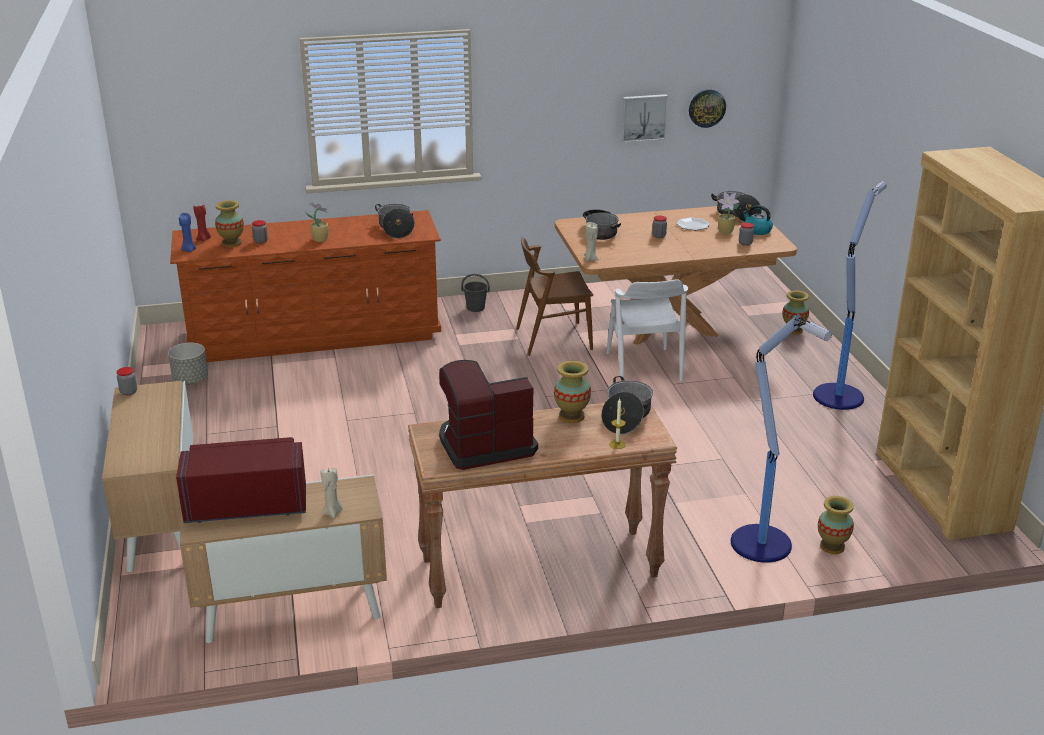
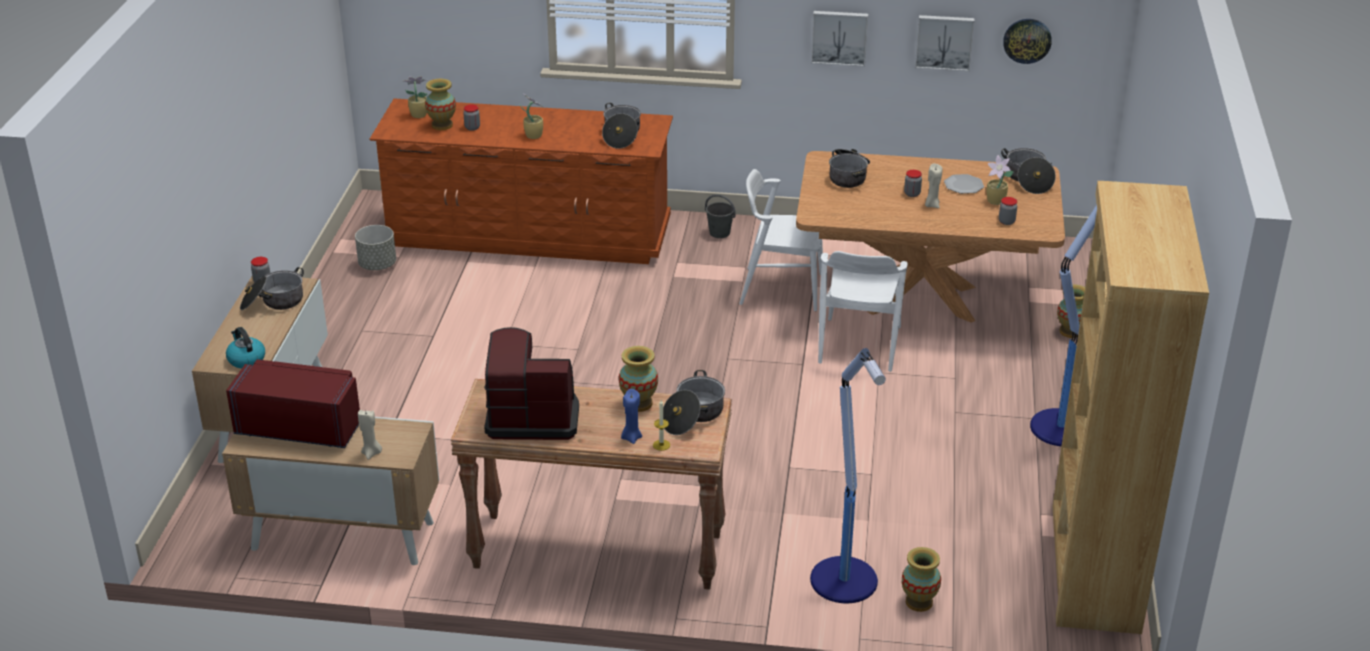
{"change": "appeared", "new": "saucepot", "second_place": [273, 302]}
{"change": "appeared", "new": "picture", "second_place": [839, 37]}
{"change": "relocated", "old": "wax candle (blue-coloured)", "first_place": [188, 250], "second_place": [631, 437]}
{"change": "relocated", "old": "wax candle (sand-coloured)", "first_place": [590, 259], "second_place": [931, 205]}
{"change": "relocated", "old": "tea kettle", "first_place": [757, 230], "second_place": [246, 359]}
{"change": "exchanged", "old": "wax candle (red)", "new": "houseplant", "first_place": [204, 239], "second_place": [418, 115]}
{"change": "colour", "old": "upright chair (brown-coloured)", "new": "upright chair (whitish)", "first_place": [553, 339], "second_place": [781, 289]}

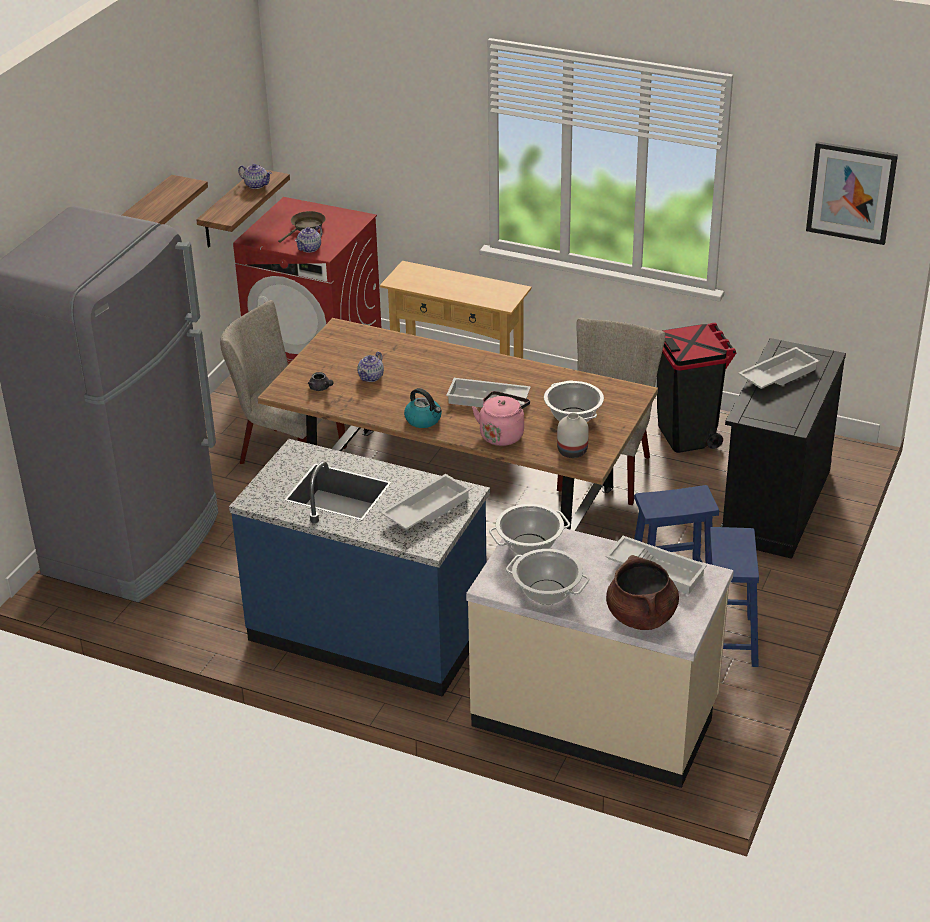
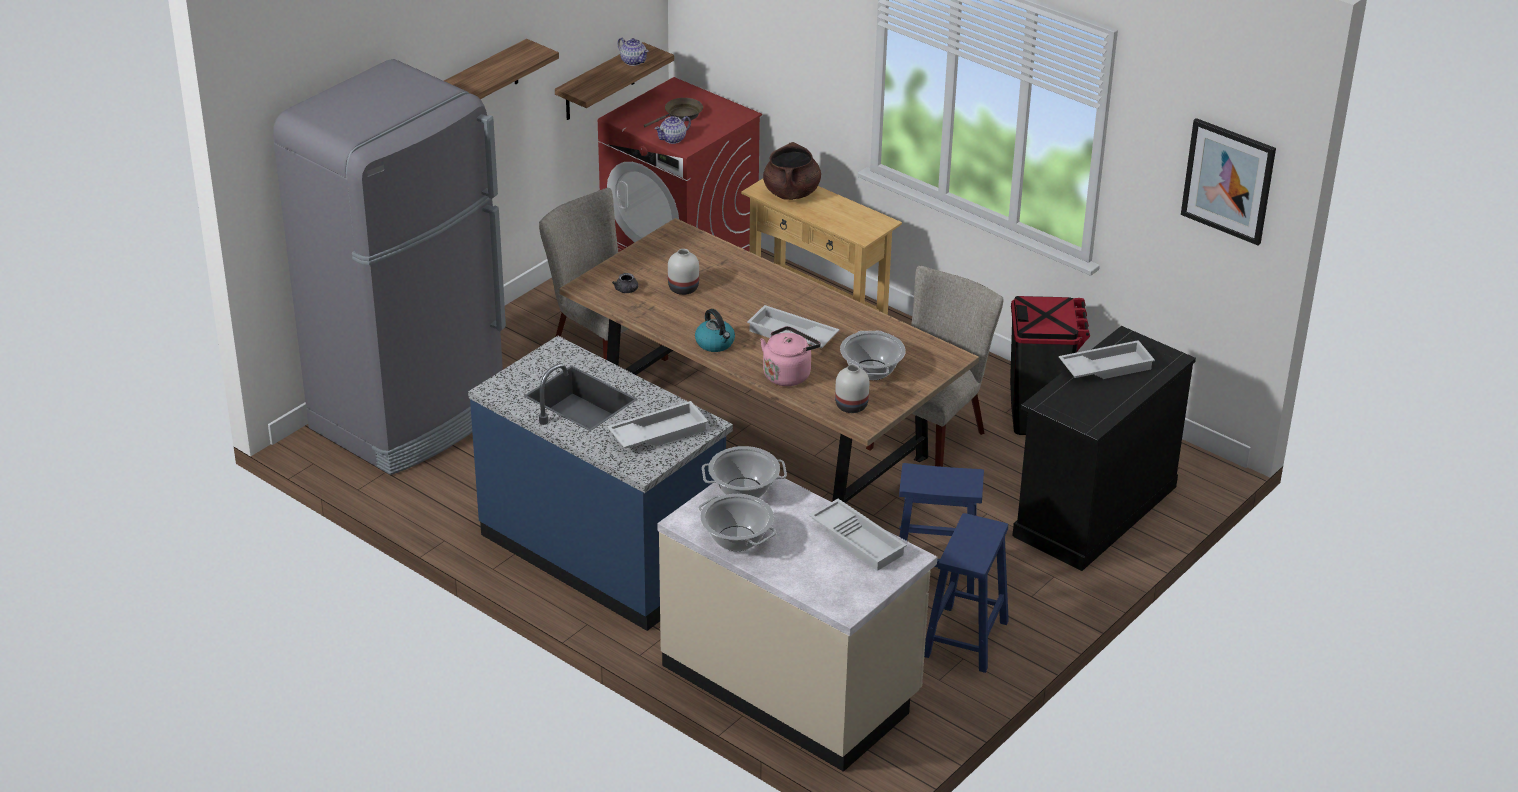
{"change": "relocated", "old": "saucepot (brown-coloured)", "first_place": [641, 616], "second_place": [791, 193]}
{"change": "exchanged", "old": "teapot", "new": "vase (whitish)", "first_place": [371, 377], "second_place": [684, 288]}

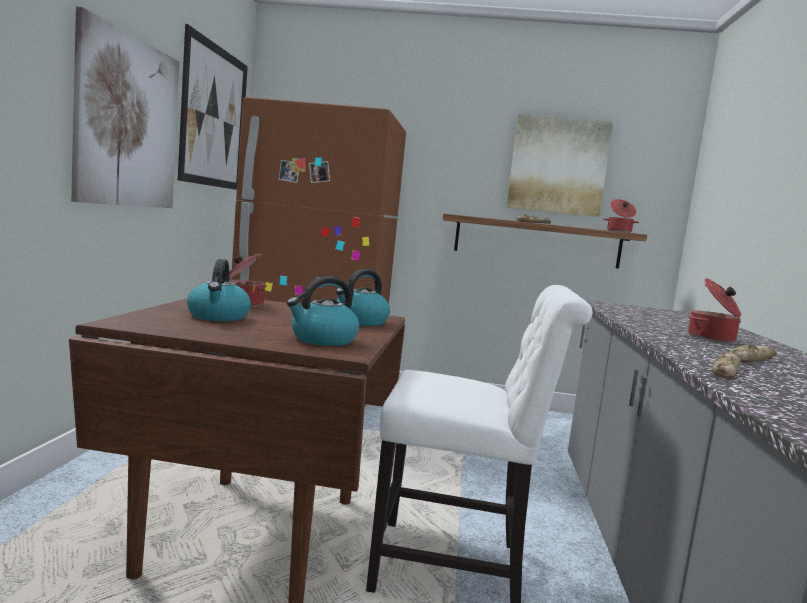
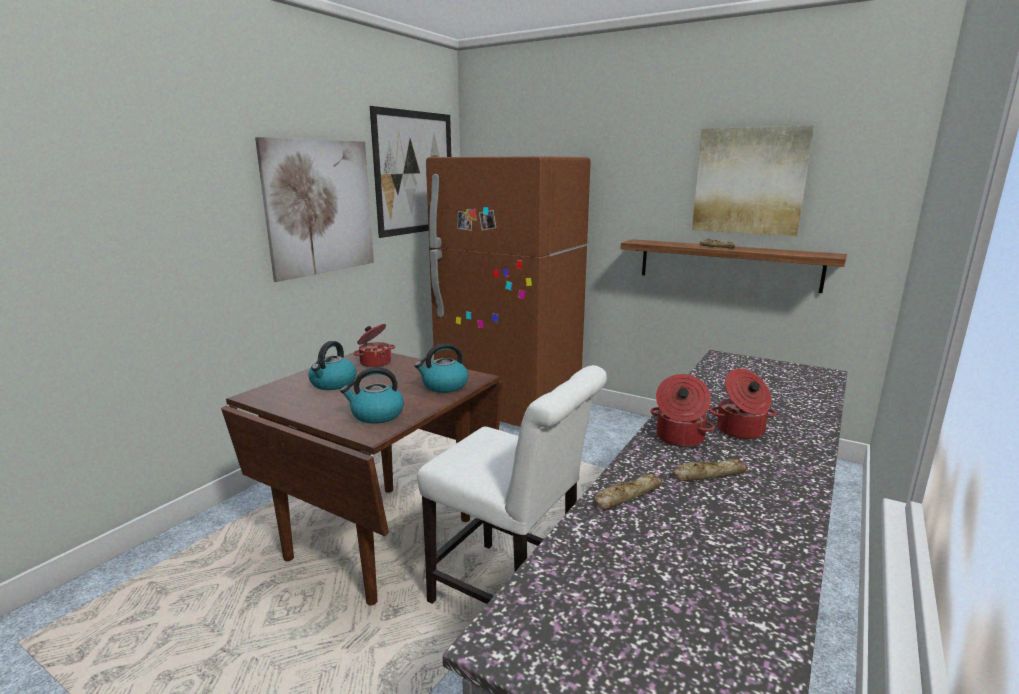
{"change": "relocated", "old": "saucepot", "first_place": [619, 231], "second_place": [679, 438]}

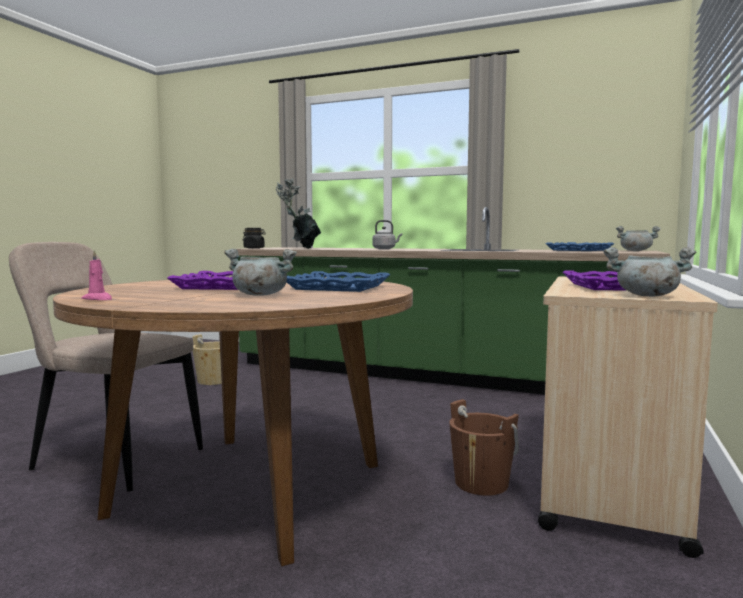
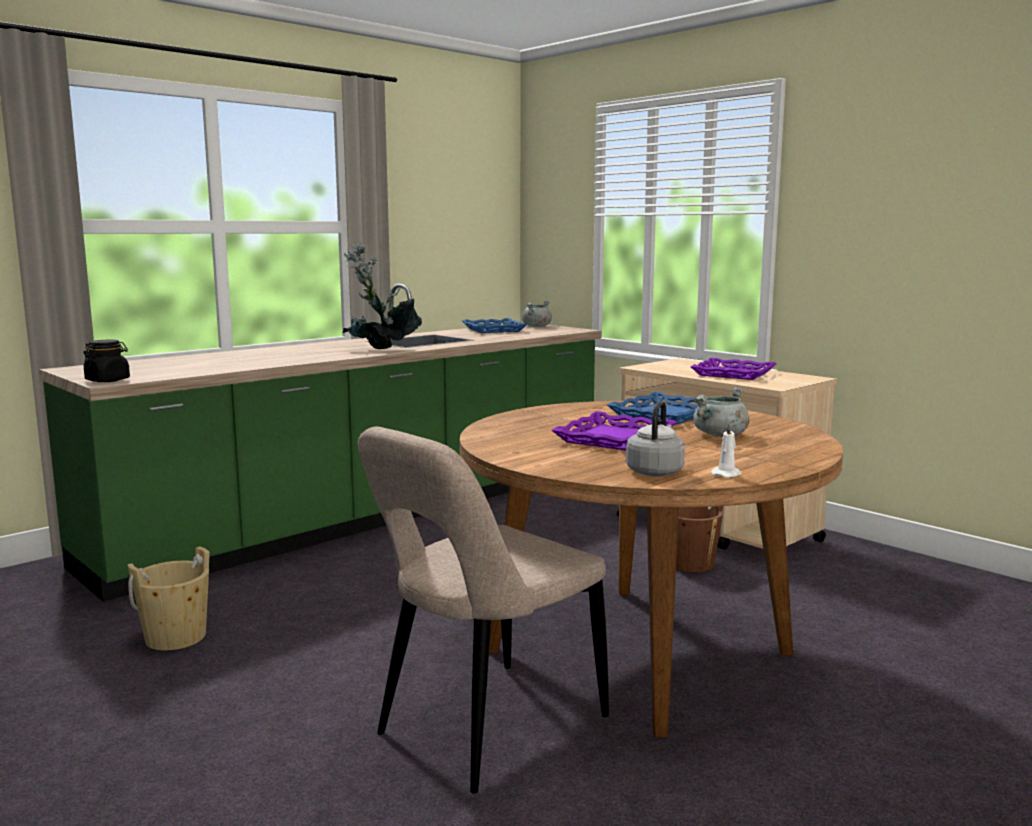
{"change": "missing", "old": "saucepot (greyish)", "first_place": [646, 296]}
{"change": "relocated", "old": "houseplant", "first_place": [300, 248], "second_place": [380, 350]}
{"change": "relocated", "old": "tea kettle (greyish)", "first_place": [385, 249], "second_place": [655, 471]}
{"change": "colour", "old": "wax candle (pinkish)", "new": "wax candle (whitish)", "first_place": [98, 299], "second_place": [727, 474]}

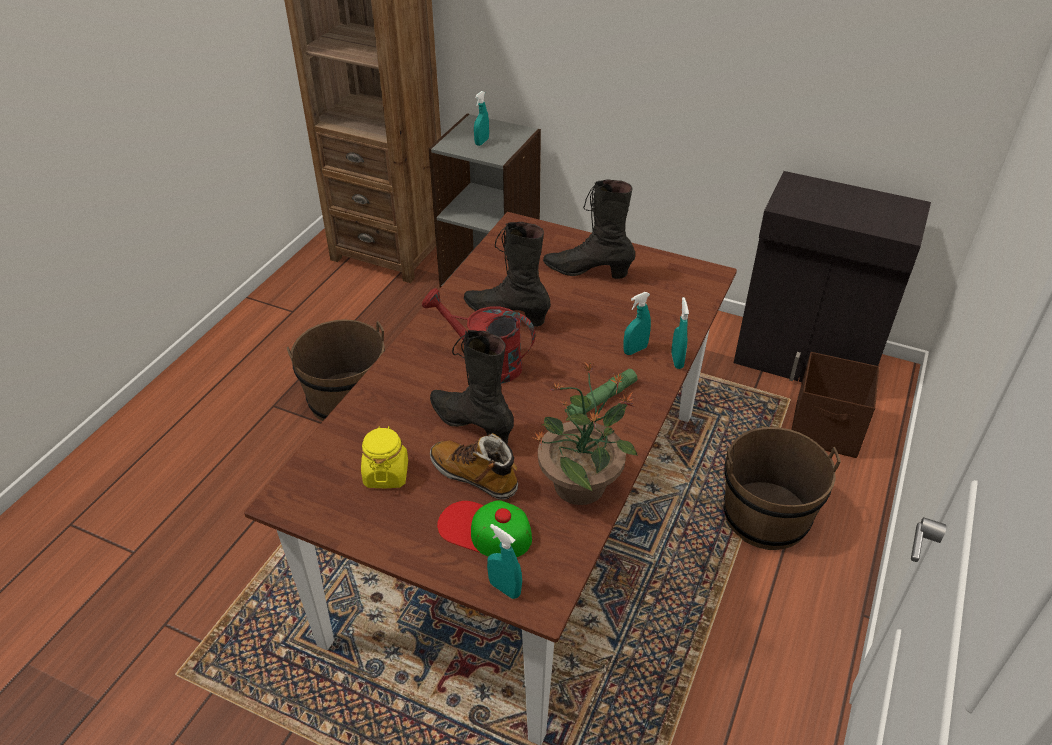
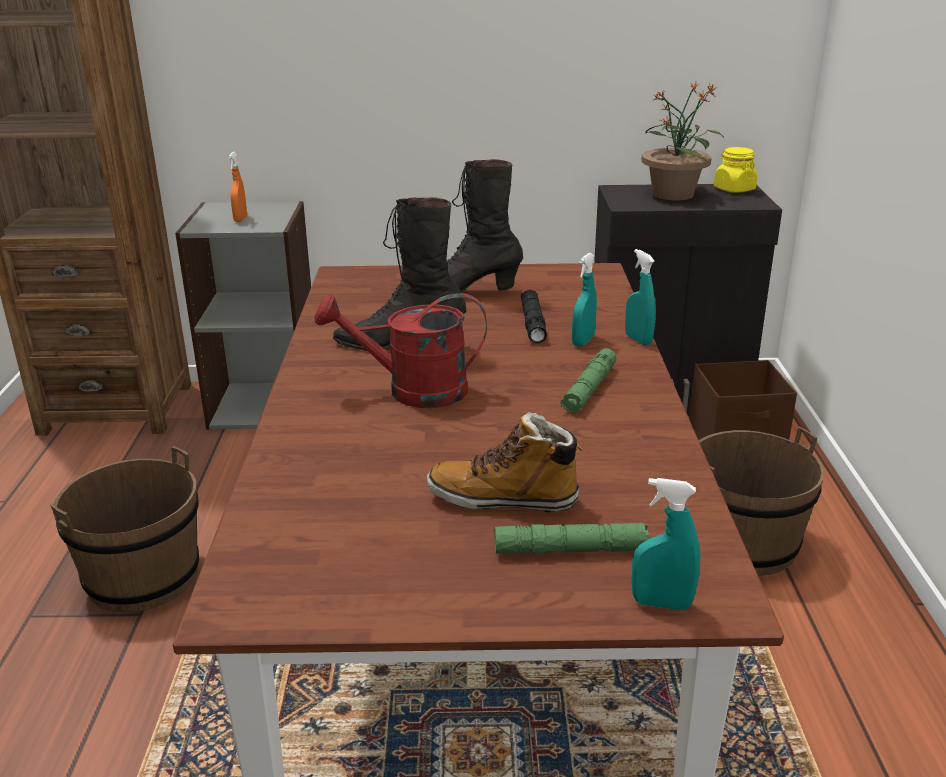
{"change": "missing", "old": "high-top boot (blackish)", "first_place": [471, 424]}
{"change": "appeared", "new": "torch (blackish)", "second_place": [533, 323]}
{"change": "relocated", "old": "jar (yellow)", "first_place": [386, 474], "second_place": [734, 189]}
{"change": "relocated", "old": "houseplant", "first_place": [581, 484], "second_place": [673, 194]}
{"change": "exchanged", "old": "baseball cap", "new": "torch (green-coloured)", "first_place": [484, 530], "second_place": [571, 550]}
{"change": "colour", "old": "hand sprayer (turquoise-coloured)", "new": "hand sprayer (orange)", "first_place": [482, 142], "second_place": [240, 219]}

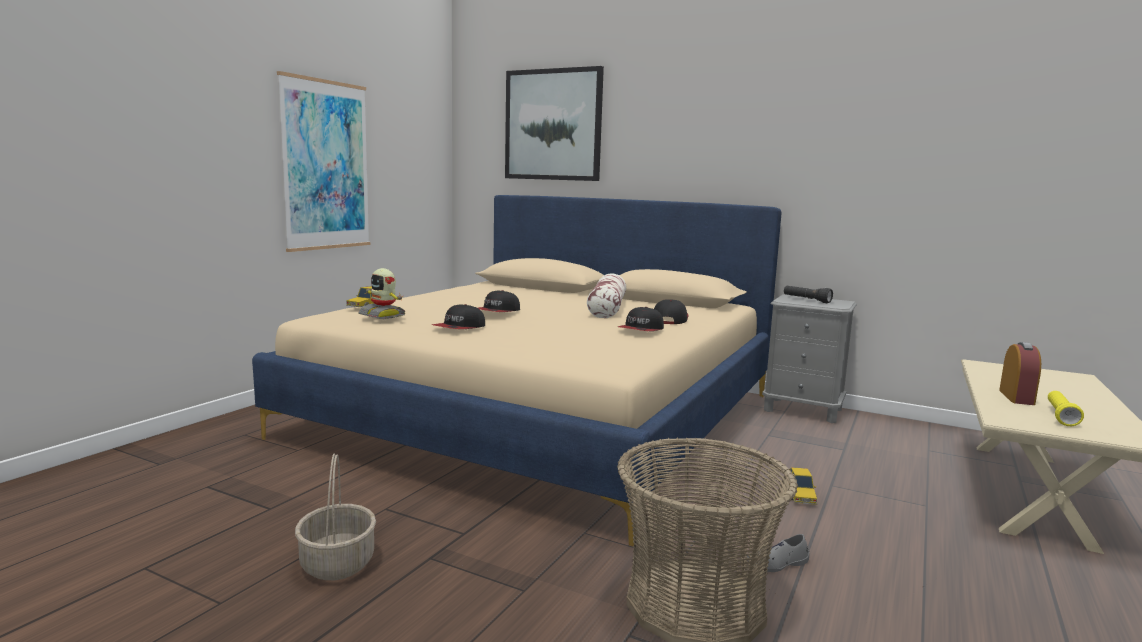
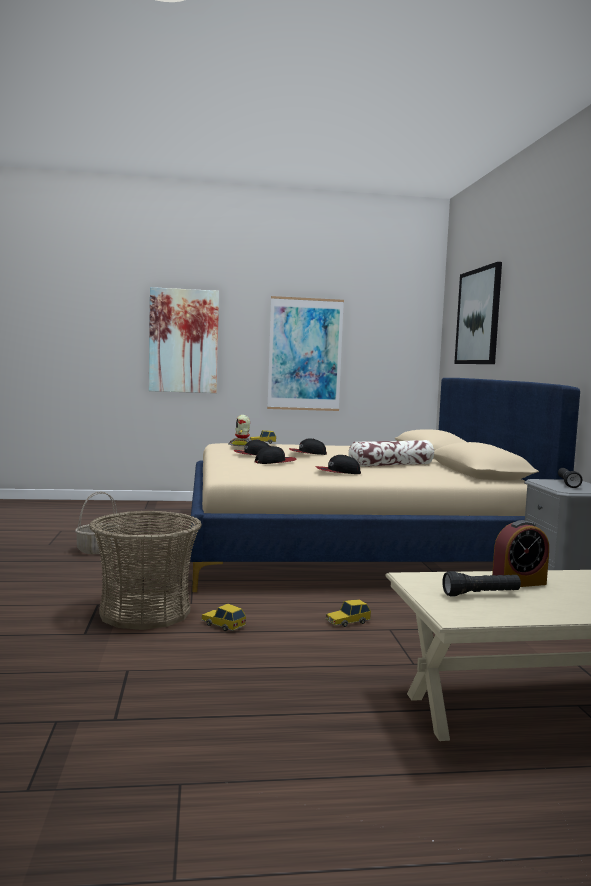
{"change": "appeared", "new": "picture", "second_place": [183, 341]}
{"change": "relocated", "old": "baseball cap", "first_place": [670, 319], "second_place": [275, 462]}
{"change": "exchanged", "old": "item of footwear (greyish)", "new": "miniature car", "first_place": [777, 563], "second_place": [223, 625]}
{"change": "colour", "old": "torch (yellow)", "new": "torch (blackish)", "first_place": [1060, 416], "second_place": [481, 594]}

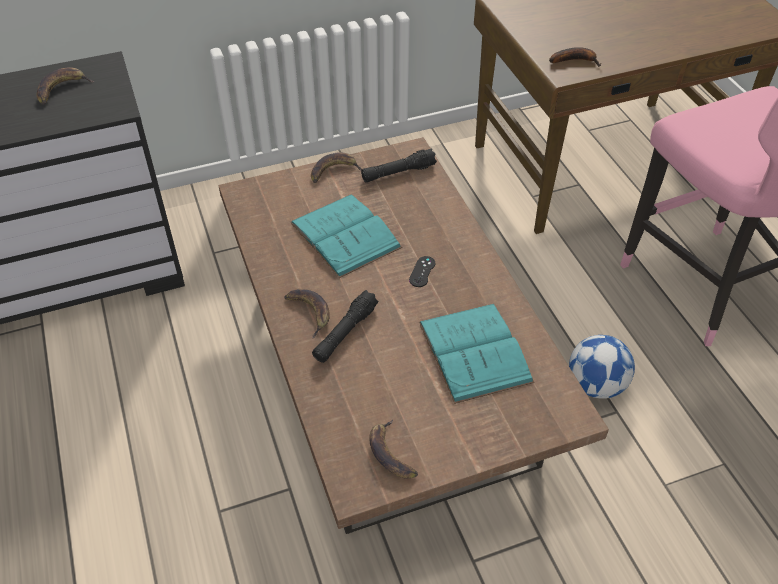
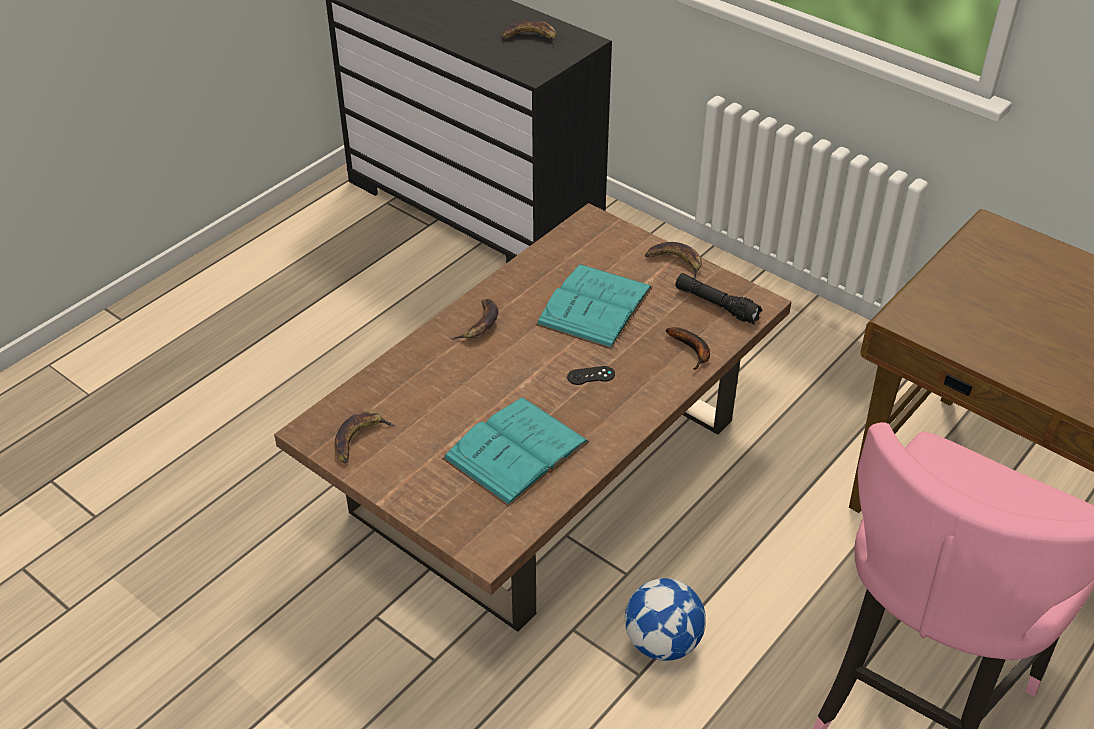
{"change": "missing", "old": "torch (blackish)", "first_place": [345, 333]}
{"change": "relocated", "old": "banana fruit", "first_place": [575, 60], "second_place": [692, 350]}

